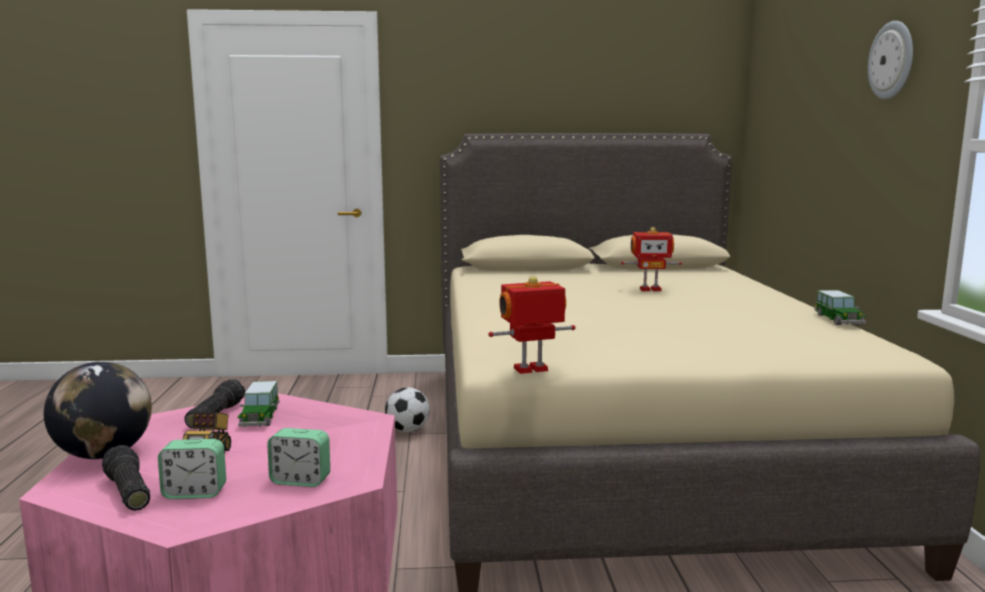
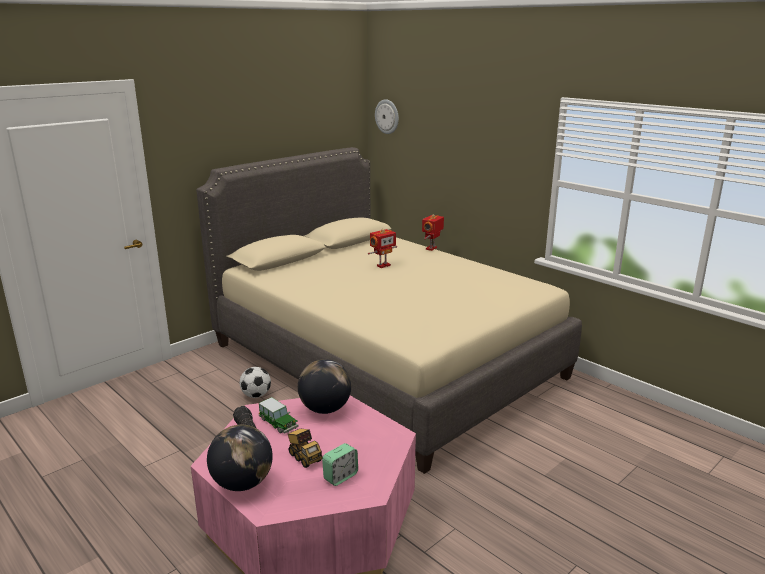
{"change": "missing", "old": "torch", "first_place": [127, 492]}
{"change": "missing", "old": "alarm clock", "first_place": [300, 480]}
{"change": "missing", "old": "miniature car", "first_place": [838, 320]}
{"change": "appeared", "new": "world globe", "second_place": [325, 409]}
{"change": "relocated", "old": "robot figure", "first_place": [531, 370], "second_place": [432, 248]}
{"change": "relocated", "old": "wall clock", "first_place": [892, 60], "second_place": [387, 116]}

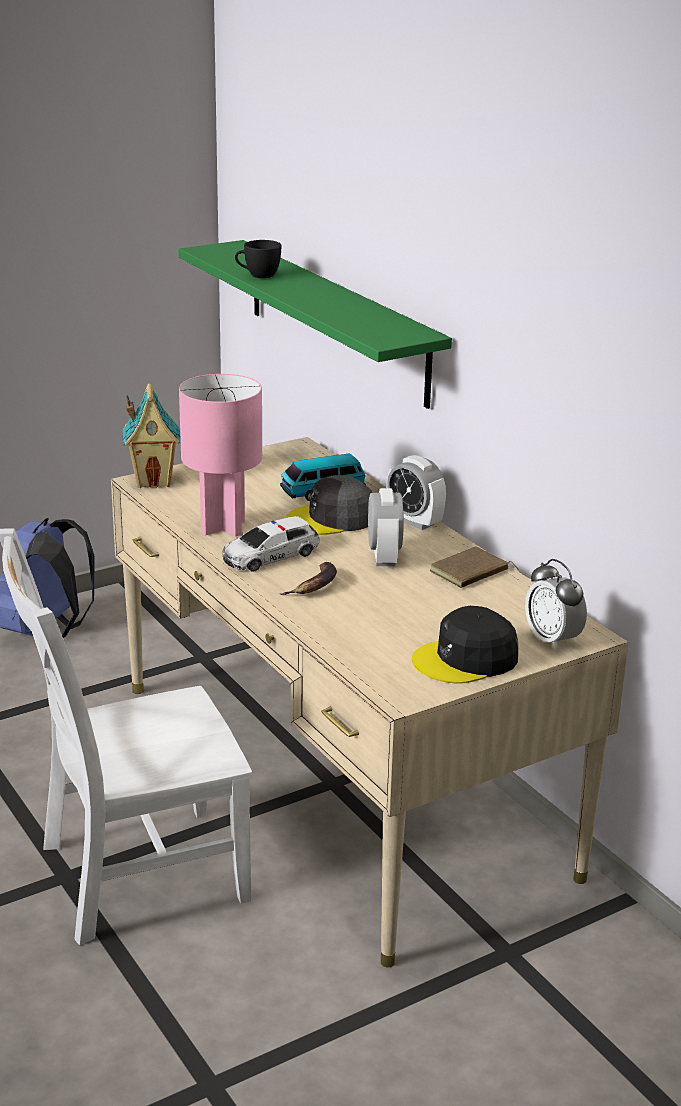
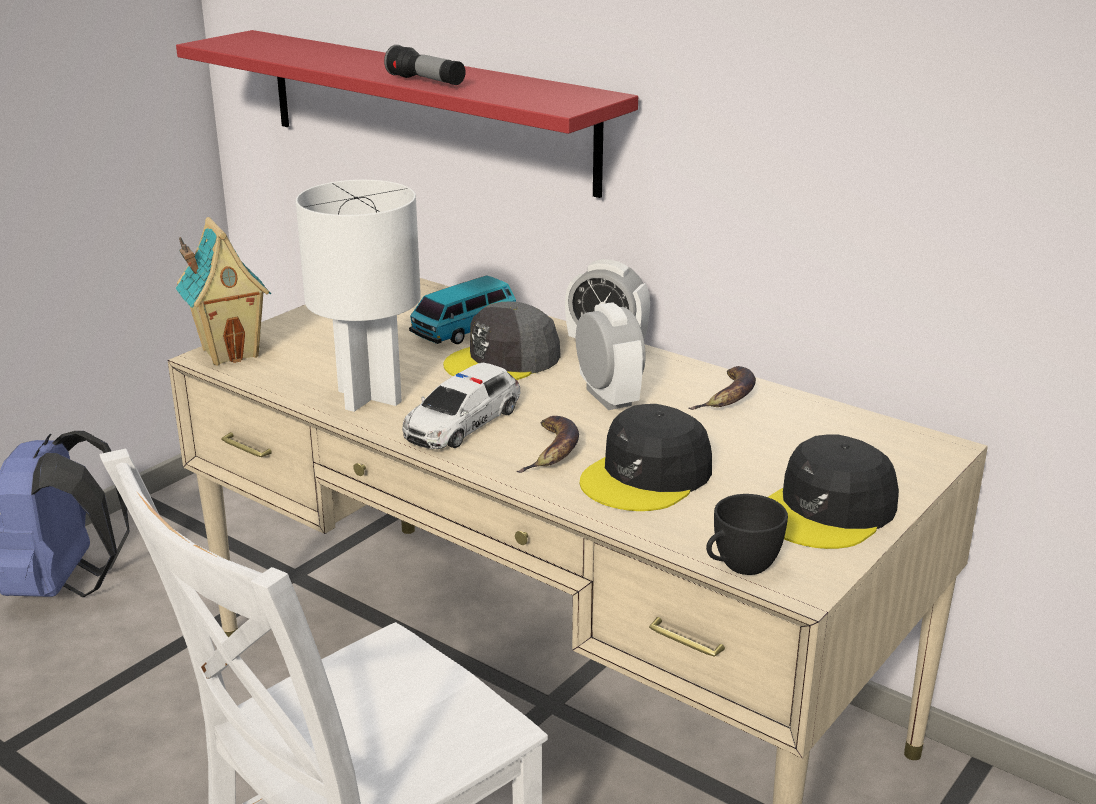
{"change": "missing", "old": "alarm clock", "first_place": [552, 640]}
{"change": "appeared", "new": "torch", "second_place": [426, 81]}
{"change": "appeared", "new": "baseball cap (blackish)", "second_place": [647, 476]}
{"change": "relocated", "old": "drinking cup (blackish)", "first_place": [258, 275], "second_place": [739, 567]}
{"change": "exchanged", "old": "bound book (brown-coloured)", "new": "banana fruit", "first_place": [470, 572], "second_place": [728, 396]}
{"change": "colour", "old": "wall shelf (green-coloured)", "new": "wall shelf (red)", "first_place": [336, 320], "second_place": [426, 109]}
{"change": "colour", "old": "lamp for a table (pinkish)", "new": "lamp for a table (whitish)", "first_place": [223, 528], "second_place": [370, 397]}

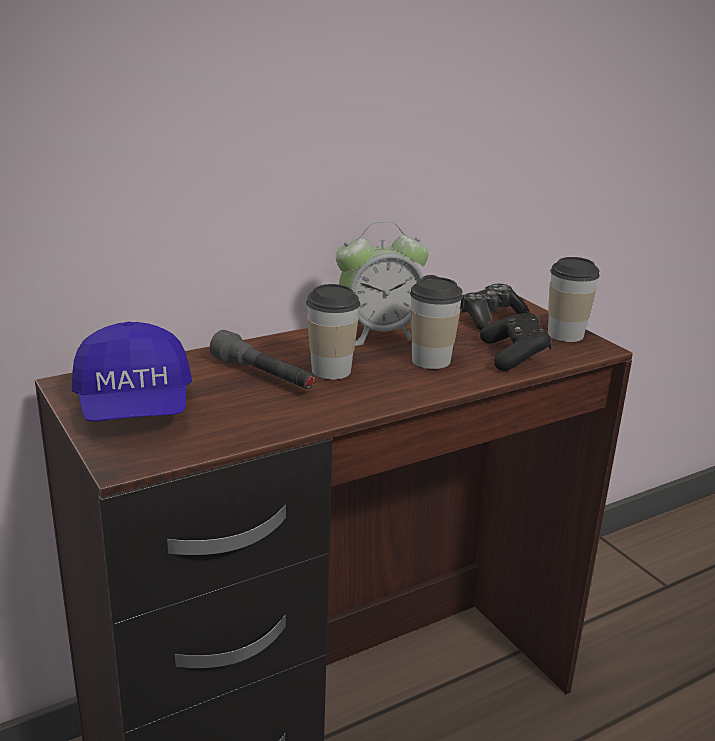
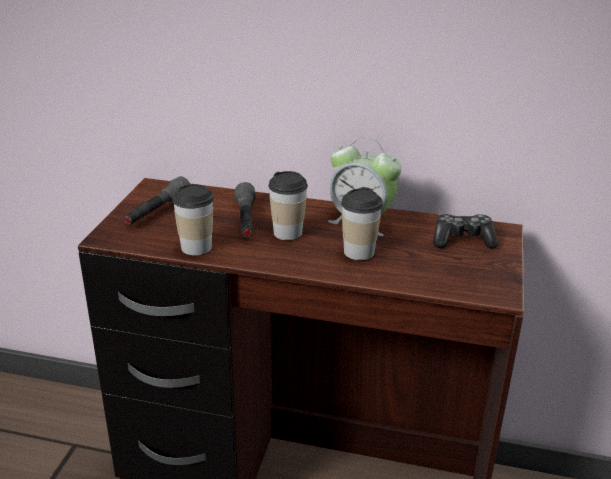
{"change": "missing", "old": "game controller (blackish)", "first_place": [514, 356]}
{"change": "relocated", "old": "drinking cup", "first_place": [565, 334], "second_place": [196, 247]}
{"change": "exchanged", "old": "baseball cap (blue-coloured)", "new": "torch (greyish)", "first_place": [135, 408], "second_place": [157, 211]}

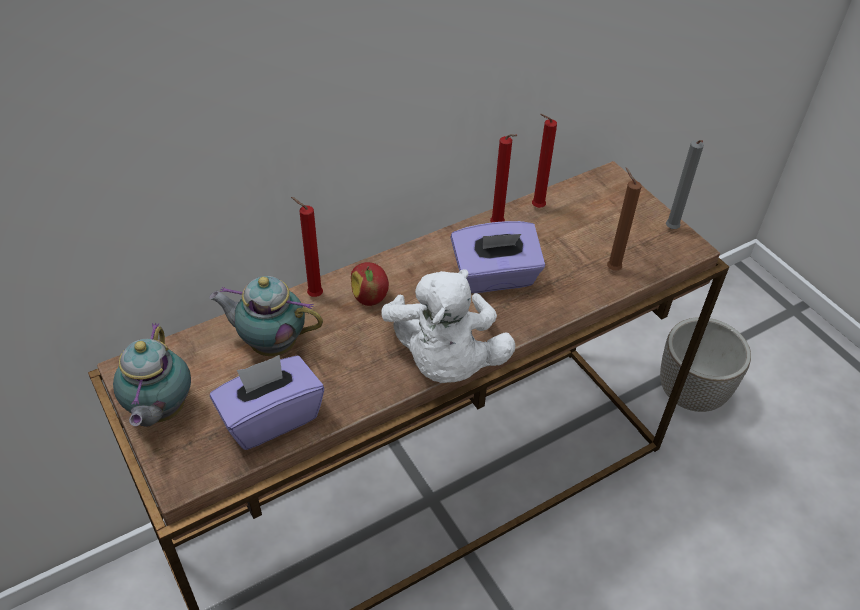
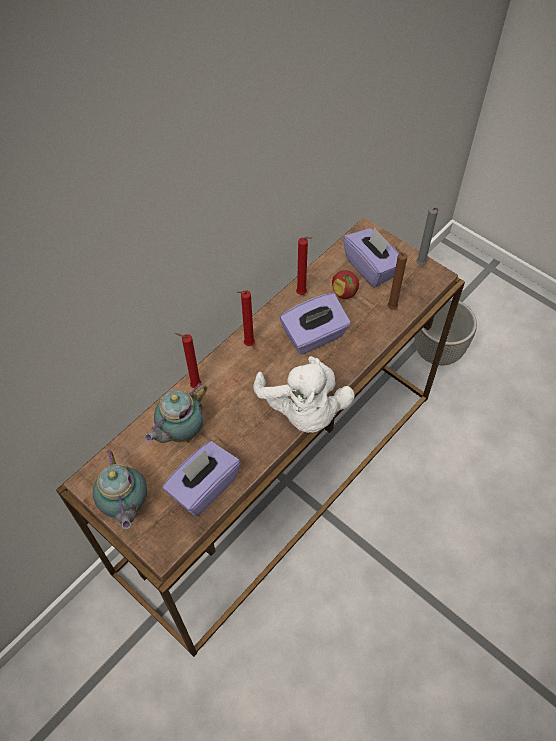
{"change": "appeared", "new": "box of tissues (purple)", "second_place": [371, 267]}
{"change": "relocated", "old": "apple", "first_place": [370, 298], "second_place": [344, 293]}
{"change": "relocated", "old": "wax candle (red)", "first_place": [535, 207], "second_place": [247, 345]}
{"change": "spun", "old": "teapot", "first_place": [270, 344], "second_place": [180, 432], "degrees": -45}

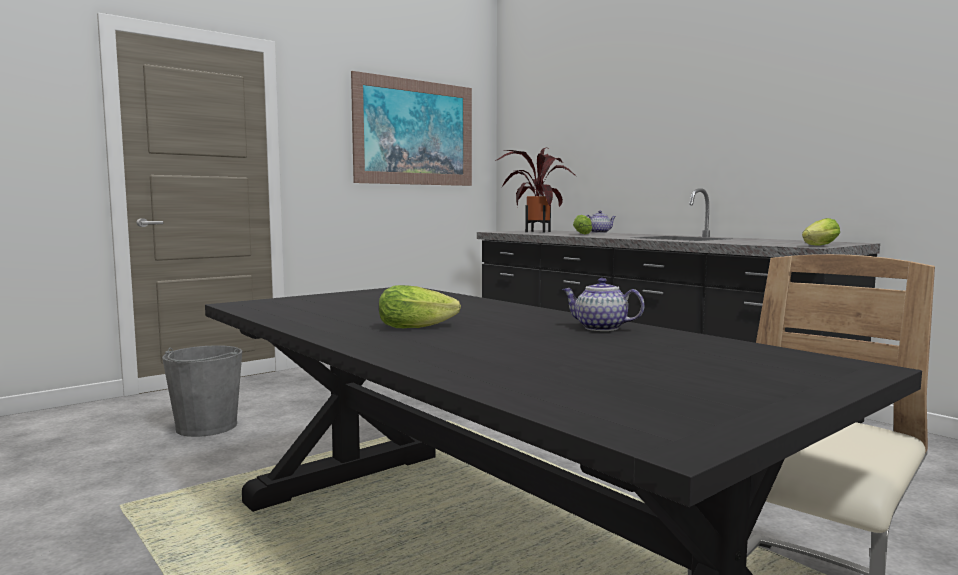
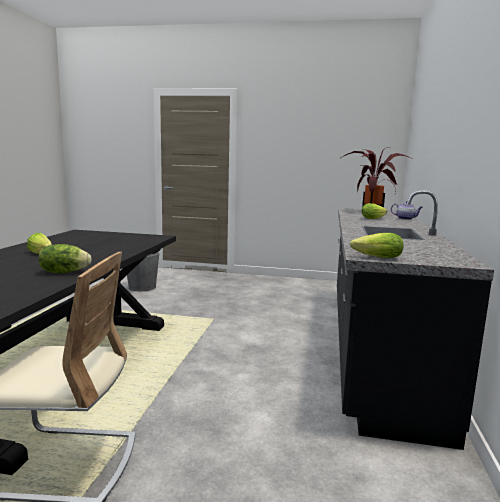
{"change": "missing", "old": "picture", "first_place": [415, 132]}
{"change": "exchanged", "old": "teapot", "new": "head of lettuce", "first_place": [599, 328], "second_place": [64, 272]}

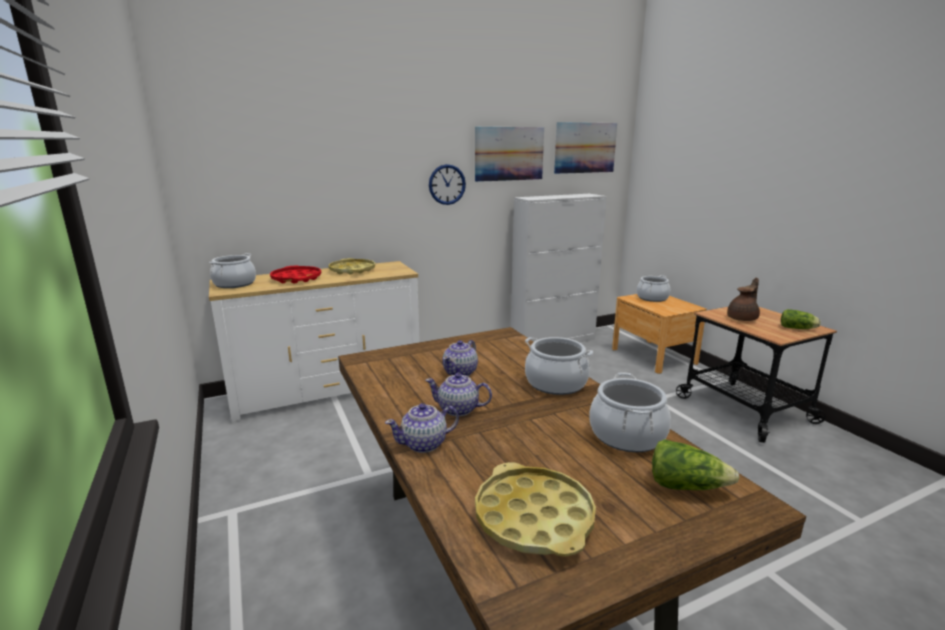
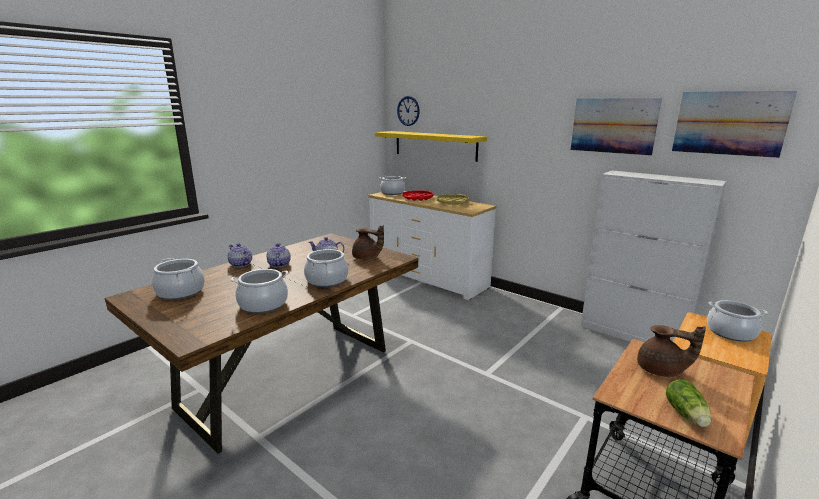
{"change": "missing", "old": "head of lettuce", "first_place": [686, 486]}
{"change": "appeared", "new": "teapot (brown-coloured)", "second_place": [367, 258]}
{"change": "appeared", "new": "wall shelf (yellow)", "second_place": [434, 145]}
{"change": "relocated", "old": "wall clock", "first_place": [447, 184], "second_place": [408, 111]}
{"change": "exchanged", "old": "carrying tray (yellow)", "new": "saucepot", "first_place": [533, 518], "second_place": [180, 292]}

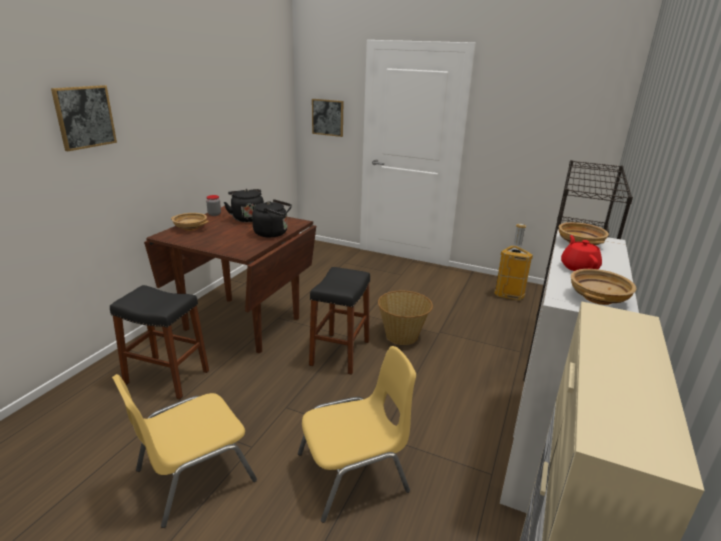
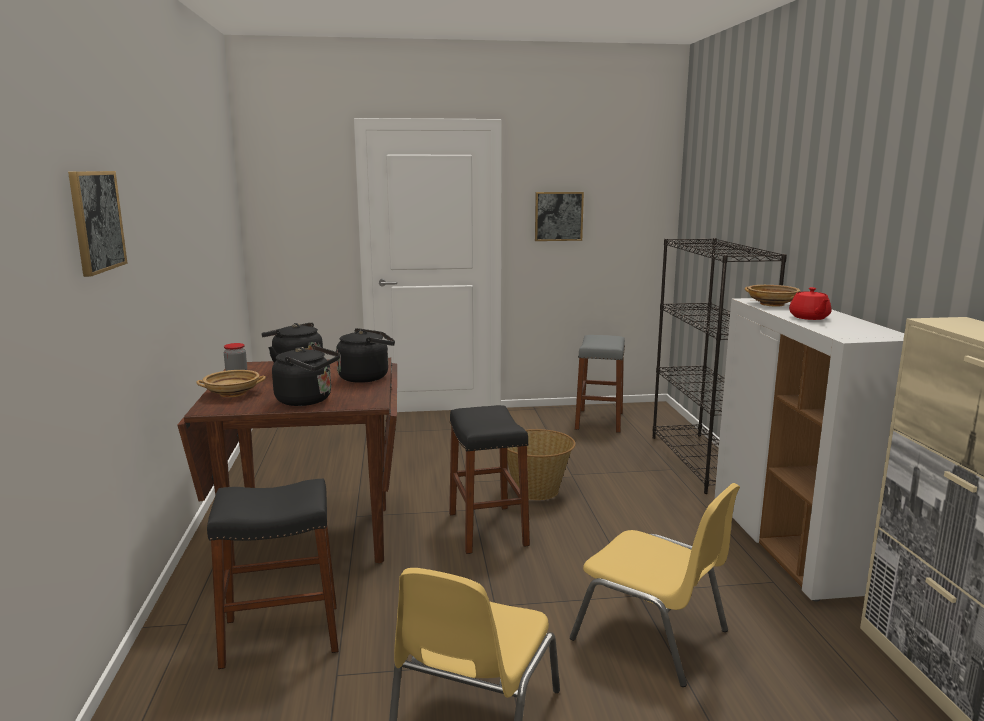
{"change": "missing", "old": "bowl (sand-coloured)", "first_place": [597, 298]}
{"change": "appeared", "new": "tea kettle (blackish)", "second_place": [307, 400]}
{"change": "relocated", "old": "picture", "first_place": [328, 117], "second_place": [558, 216]}
{"change": "exchanged", "old": "rubbish bin", "new": "sitting stool (greyish)", "first_place": [509, 295], "second_place": [599, 421]}
{"change": "spun", "old": "upright chair (yellow)", "first_place": [354, 473], "second_place": [652, 635], "degrees": 90}
{"change": "spun", "old": "teapot (red)", "first_place": [578, 267], "second_place": [809, 318], "degrees": -150}

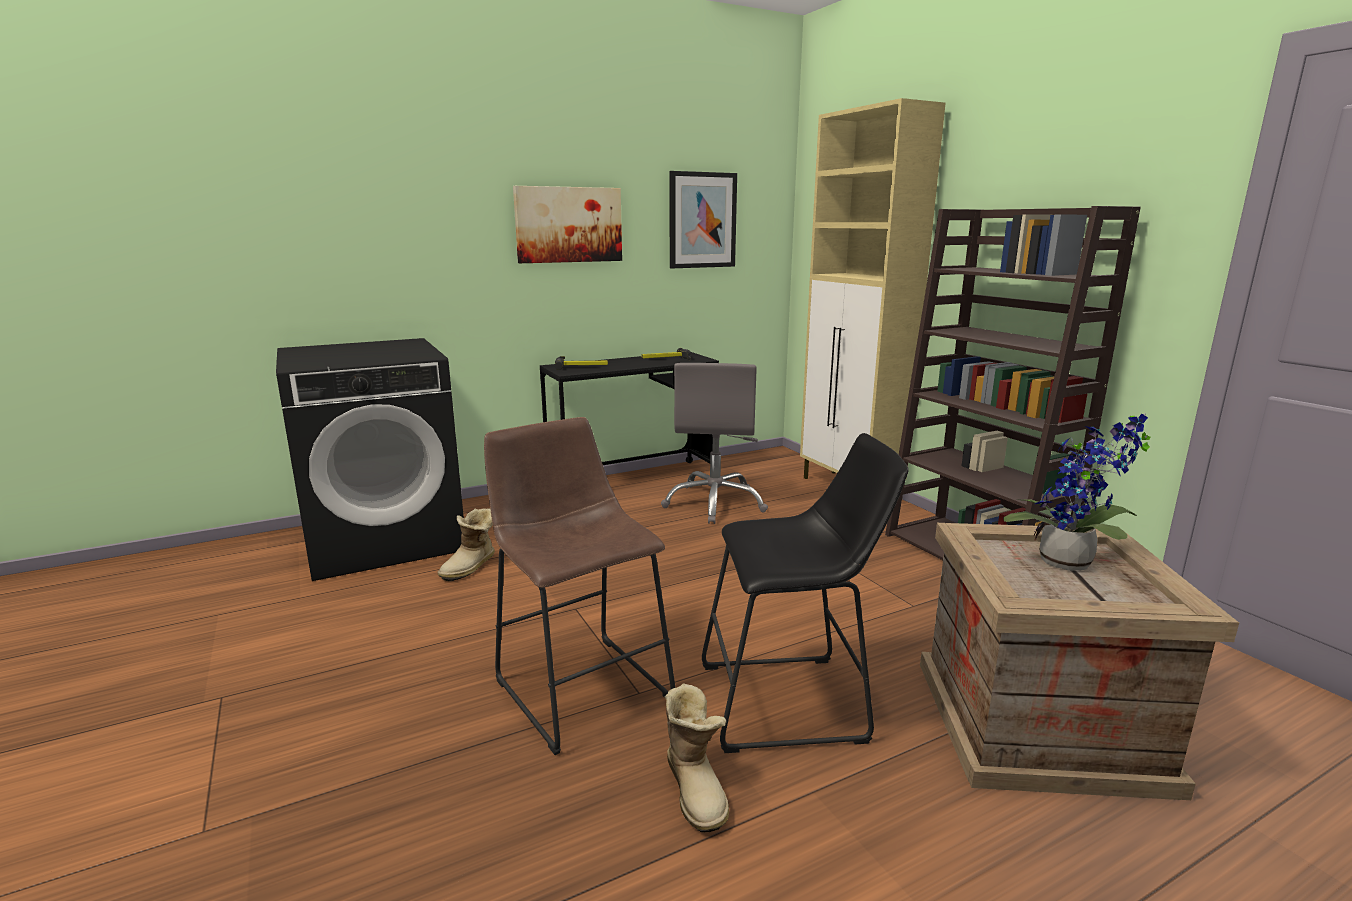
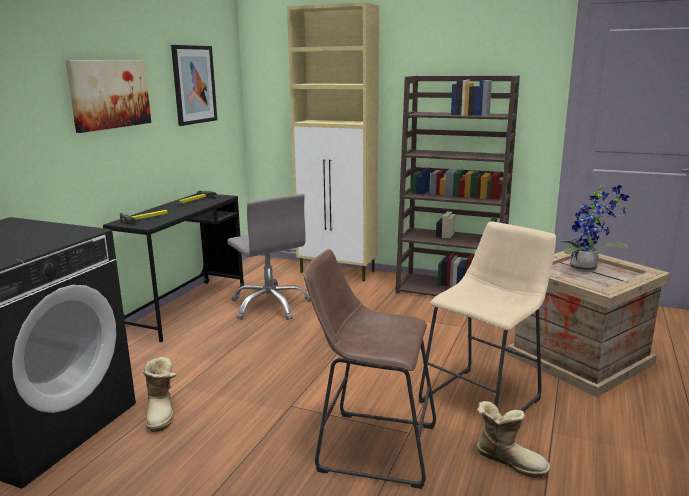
{"change": "colour", "old": "sitting stool (blackish)", "new": "sitting stool (sand-coloured)", "first_place": [792, 702], "second_place": [484, 398]}

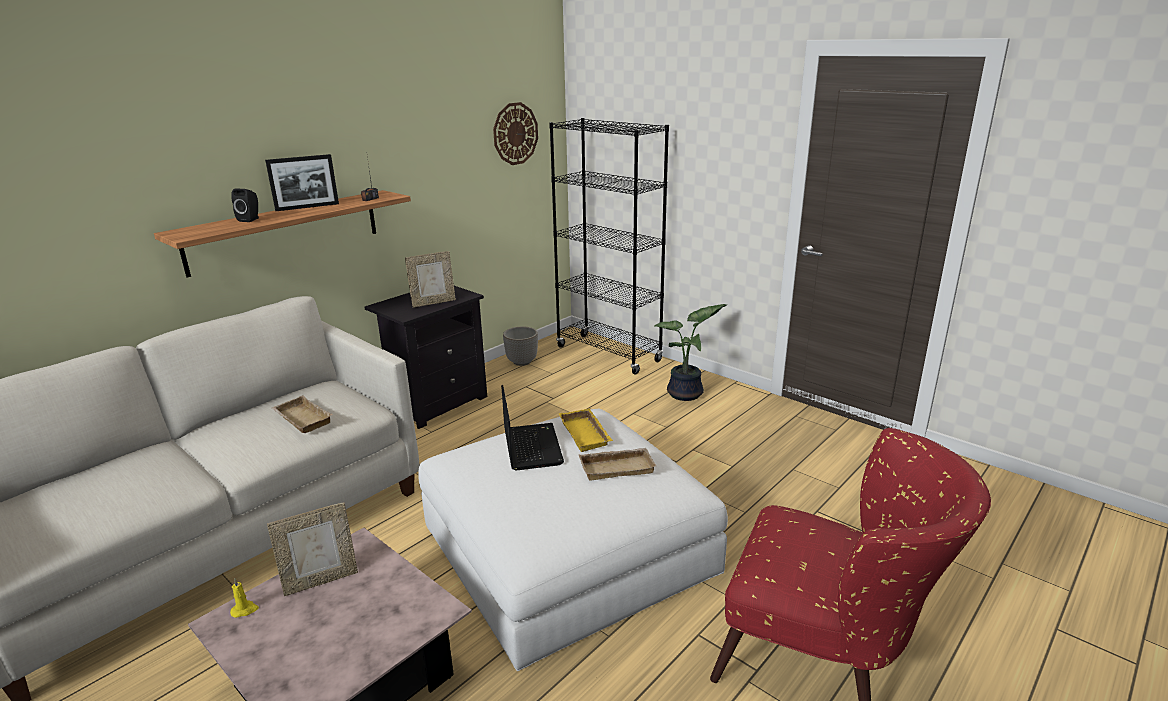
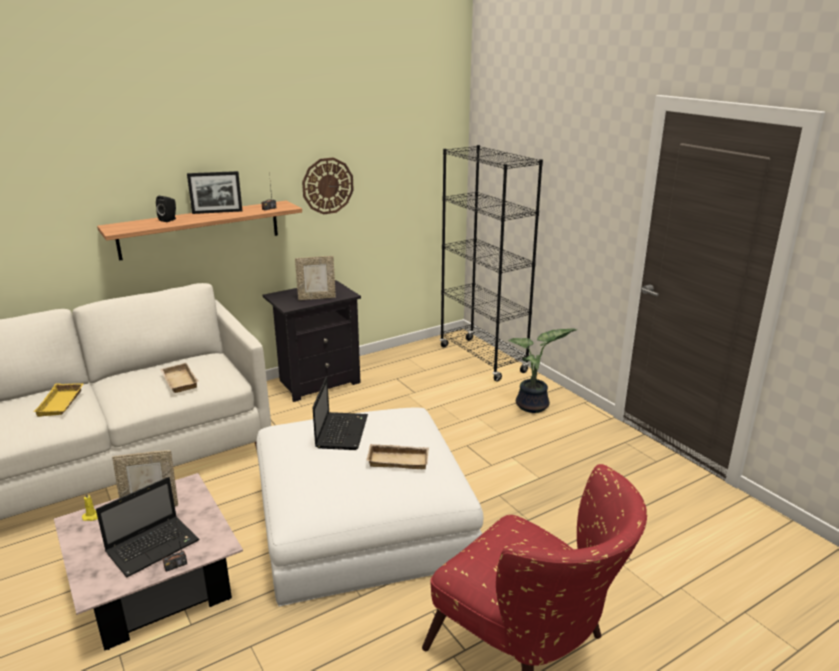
{"change": "missing", "old": "flower pot", "first_place": [521, 362]}
{"change": "appeared", "new": "laptop", "second_place": [154, 546]}
{"change": "appeared", "new": "radio receiver", "second_place": [175, 565]}
{"change": "relocated", "old": "wall clock", "first_place": [515, 133], "second_place": [327, 186]}
{"change": "relocated", "old": "carrying tray (yellow)", "first_place": [587, 434], "second_place": [62, 403]}

